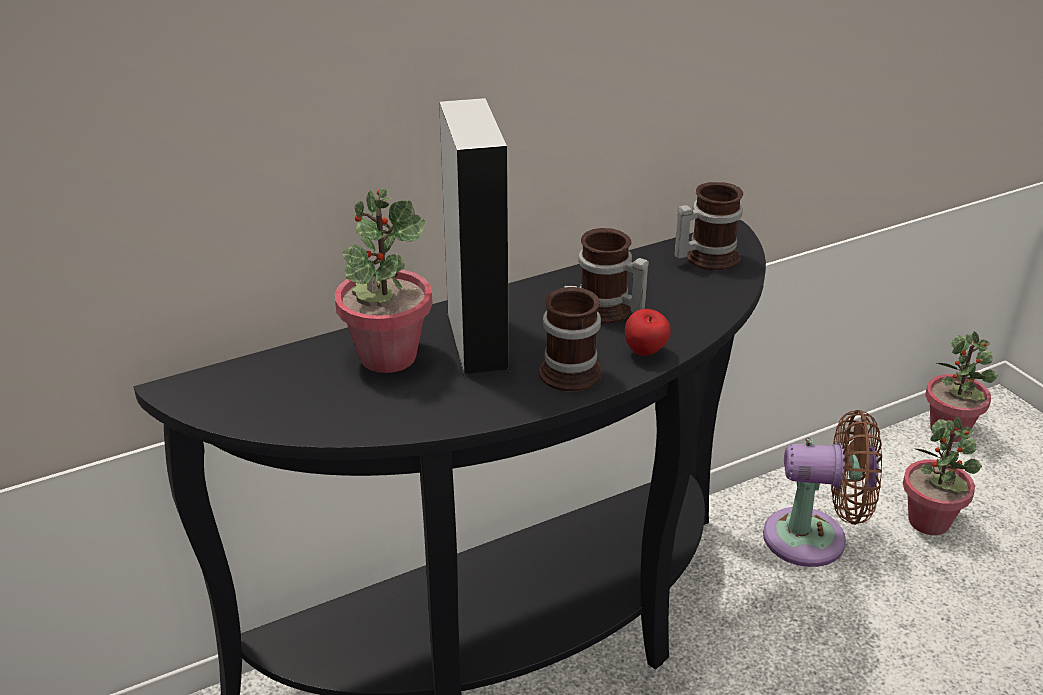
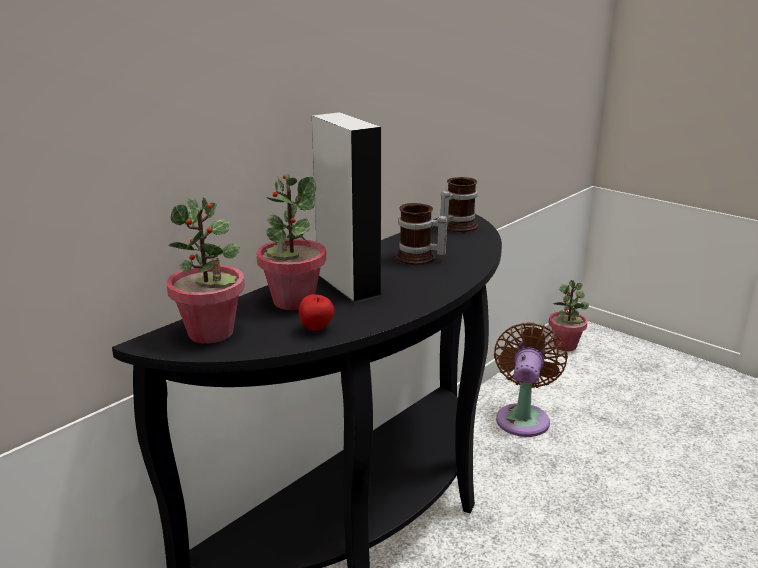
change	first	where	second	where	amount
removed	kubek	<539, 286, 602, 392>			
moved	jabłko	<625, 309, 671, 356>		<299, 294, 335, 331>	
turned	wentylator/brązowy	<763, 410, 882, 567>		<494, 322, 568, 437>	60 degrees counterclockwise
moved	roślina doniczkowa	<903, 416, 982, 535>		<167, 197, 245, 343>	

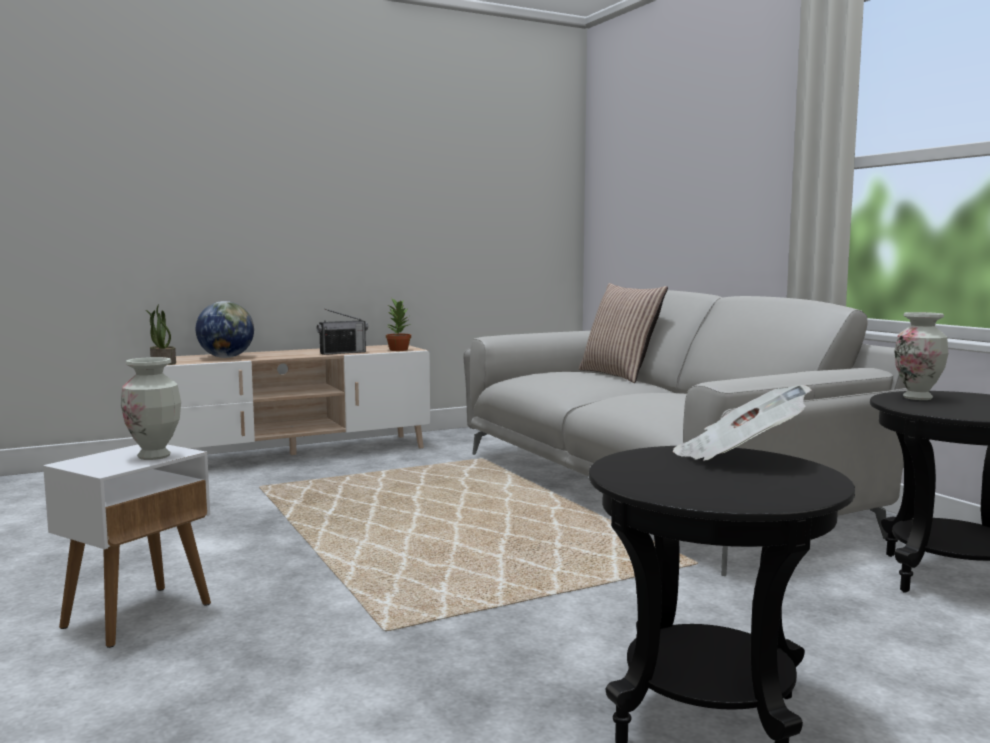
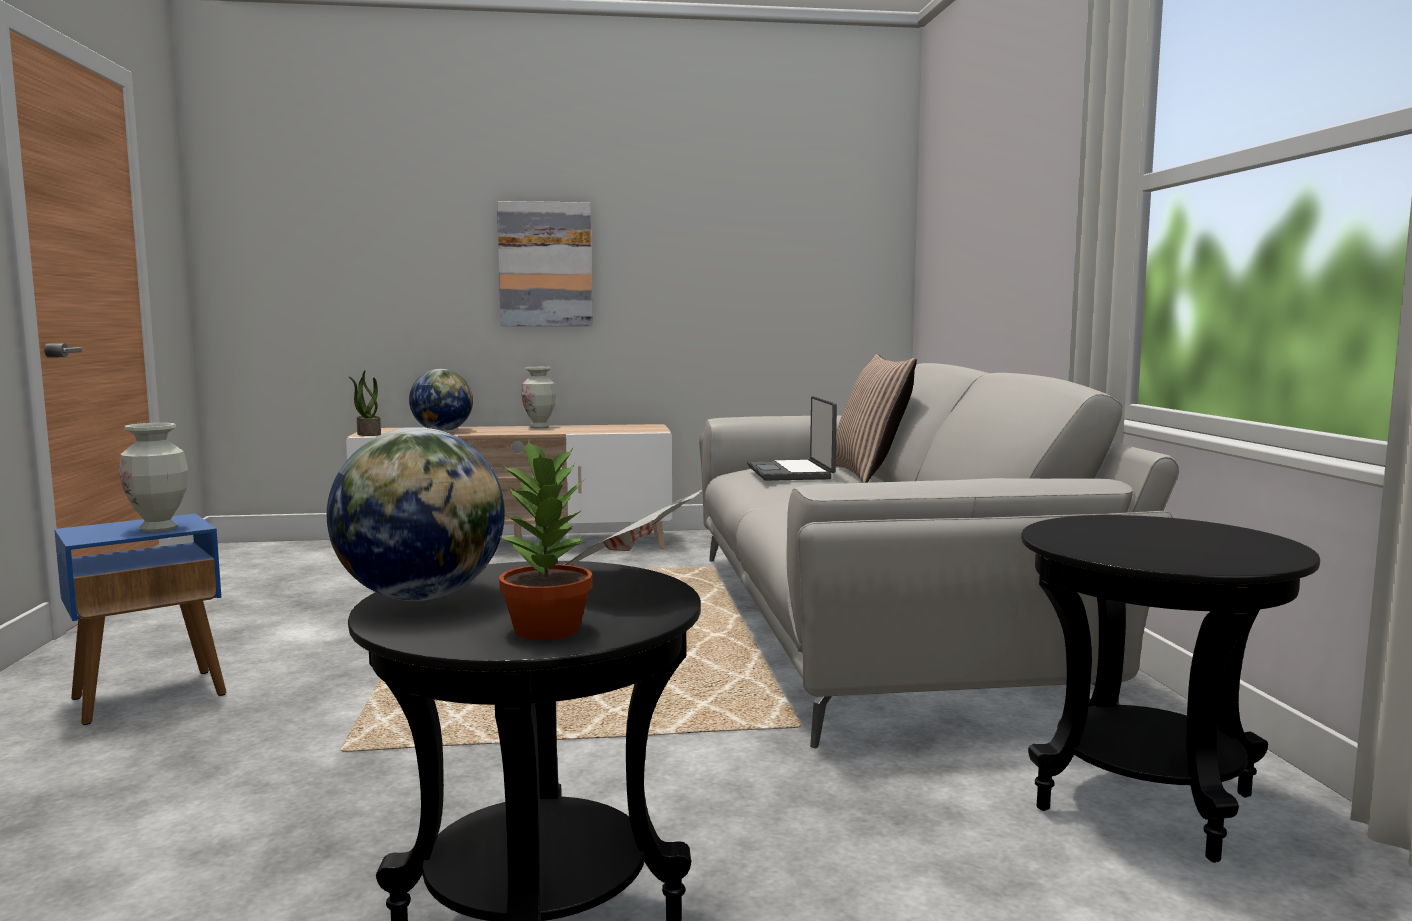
change	first	where	second	where	amount
recoloured	stolik/biały	<43, 445, 211, 648>	stolik/niebieski	<54, 514, 227, 725>	
removed	radio	<317, 309, 368, 355>			
moved	roślina doniczkowa	<386, 299, 411, 351>		<498, 439, 593, 640>	
moved	wazon	<894, 312, 948, 400>		<521, 367, 556, 428>	
added			globus	<327, 428, 505, 601>	
added			obraz	<497, 201, 593, 326>	
added			laptop	<747, 396, 837, 481>	

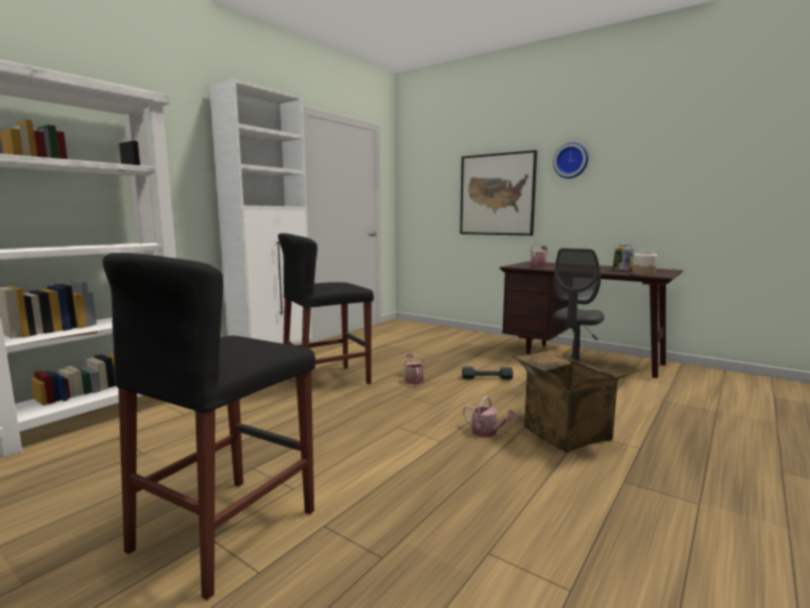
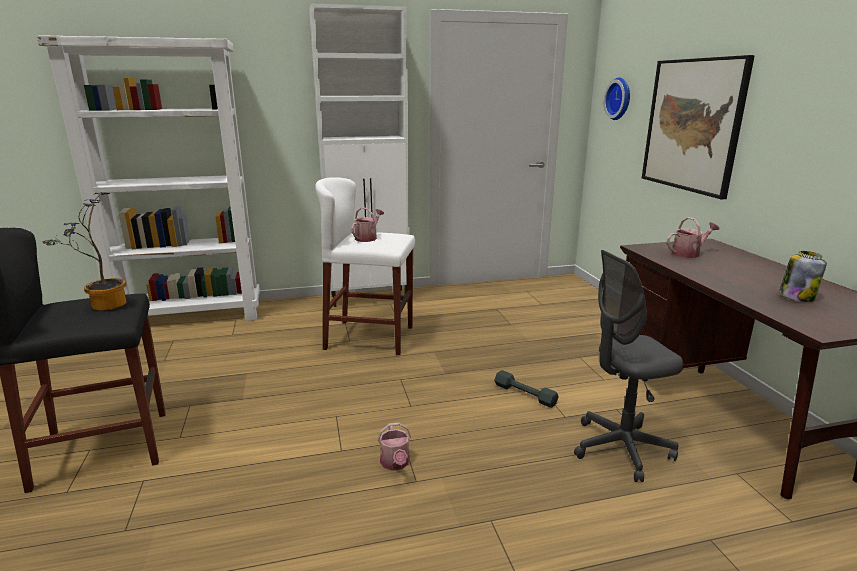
change	first	where	second	where	amount
recoloured	stołek/czarny	<278, 233, 374, 384>	stołek/biały	<315, 177, 415, 355>	
moved	konewka	<404, 354, 425, 384>		<351, 207, 384, 242>	
removed	karton	<511, 349, 640, 452>			
moved	zegar ścienny	<553, 142, 588, 179>		<604, 77, 630, 120>	
removed	słoik	<632, 251, 657, 276>			
added			roślina doniczkowa	<43, 192, 127, 311>	

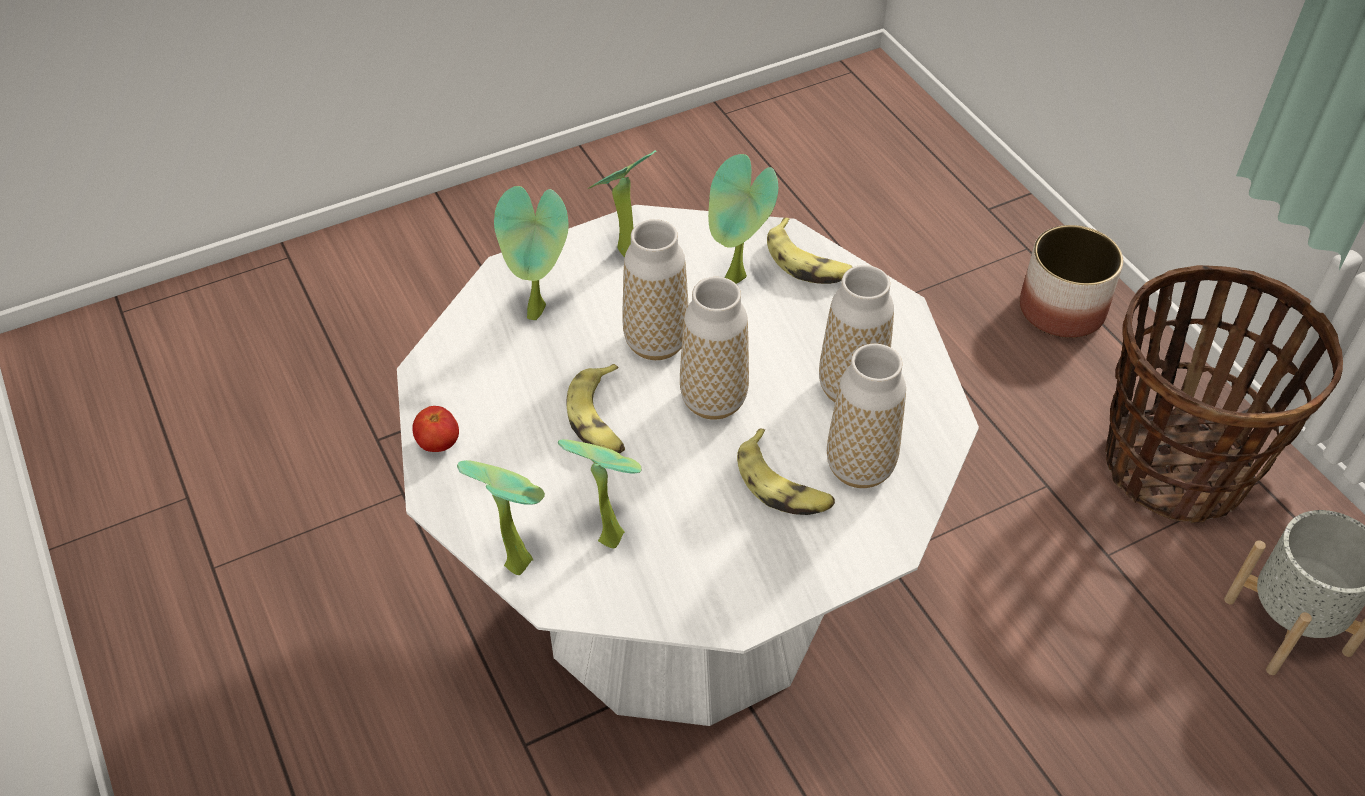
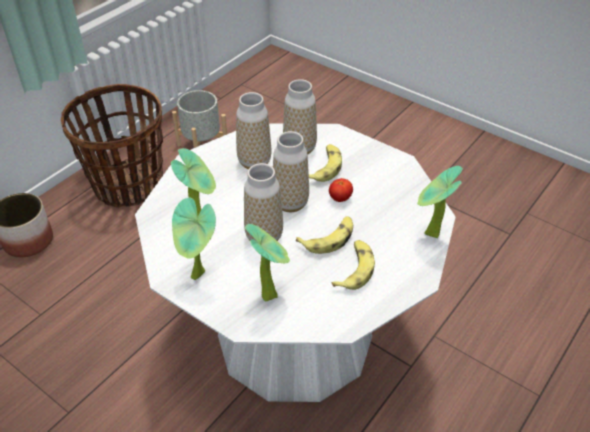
change	first	where	second	where	amount
moved	pomidor	<413, 406, 459, 452>		<329, 178, 353, 202>	
removed	roślina doniczkowa	<558, 439, 641, 549>			
moved	banan	<767, 217, 852, 284>		<331, 240, 375, 290>	

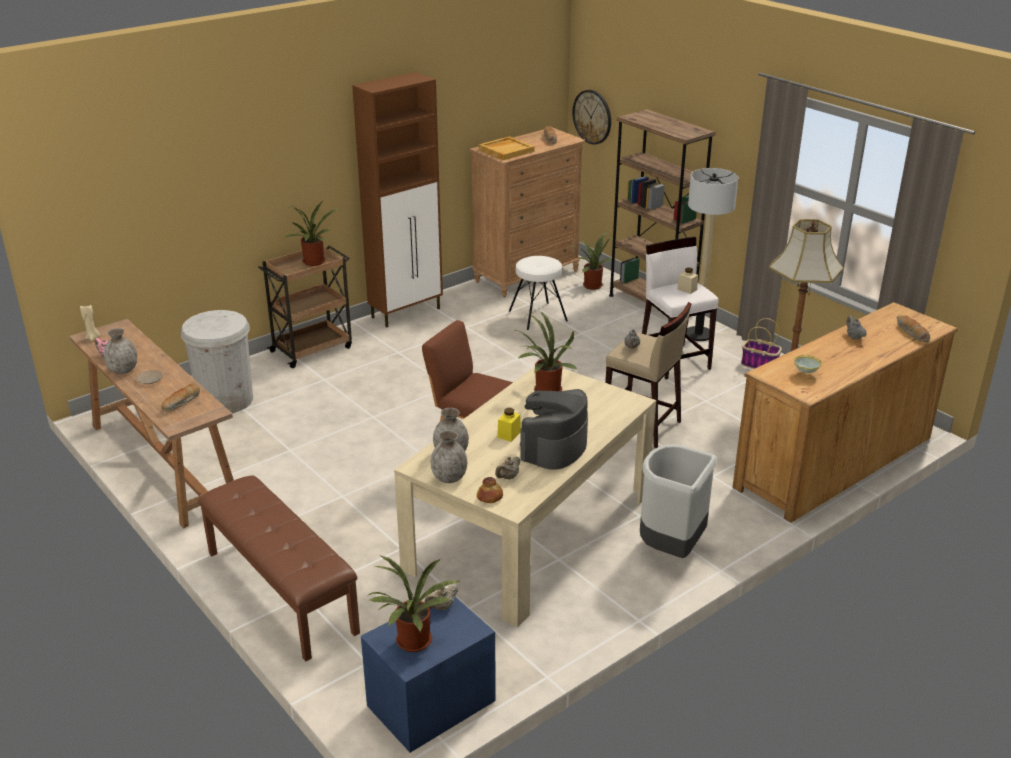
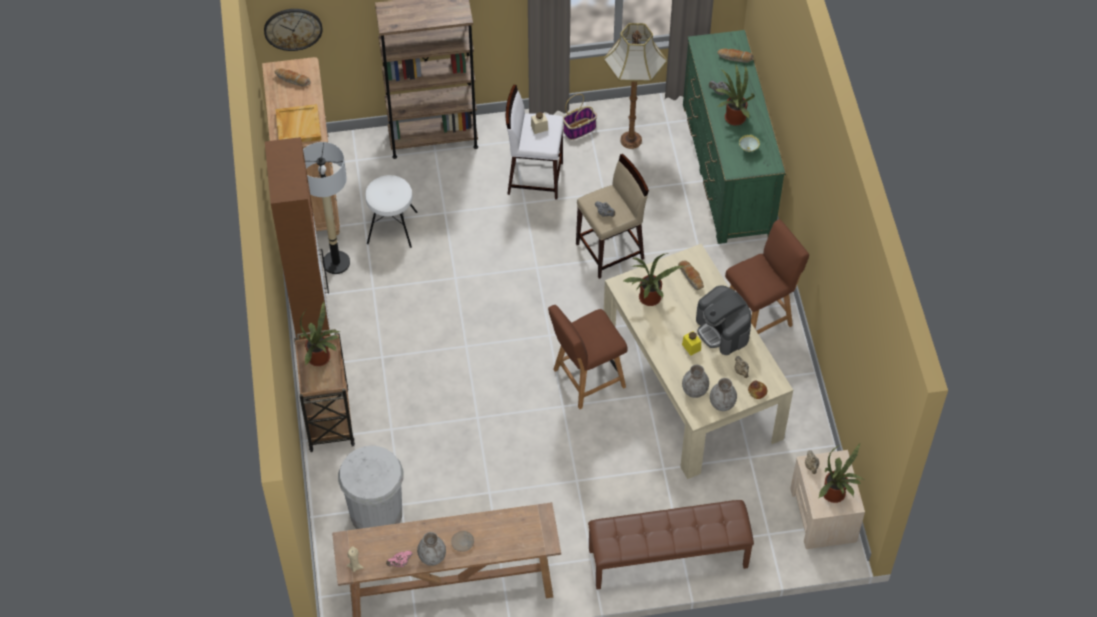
change	first	where	second	where	amount
moved	chleb	<161, 384, 200, 412>		<678, 260, 704, 290>	
recoloured	szafka nocna/niebieski	<361, 596, 496, 753>	szafka nocna/beżowy	<790, 450, 865, 549>	
moved	roślina doniczkowa	<572, 231, 613, 290>		<716, 64, 755, 126>	
replaced	kosz na śmieci/szary	<640, 444, 717, 558>	krzesło/brązowy	<725, 219, 809, 334>	
moved	lampa stojąca	<686, 168, 738, 341>		<303, 142, 350, 274>	
recoloured	komoda/brązowy	<732, 302, 958, 523>	komoda/zielony	<683, 30, 786, 244>	

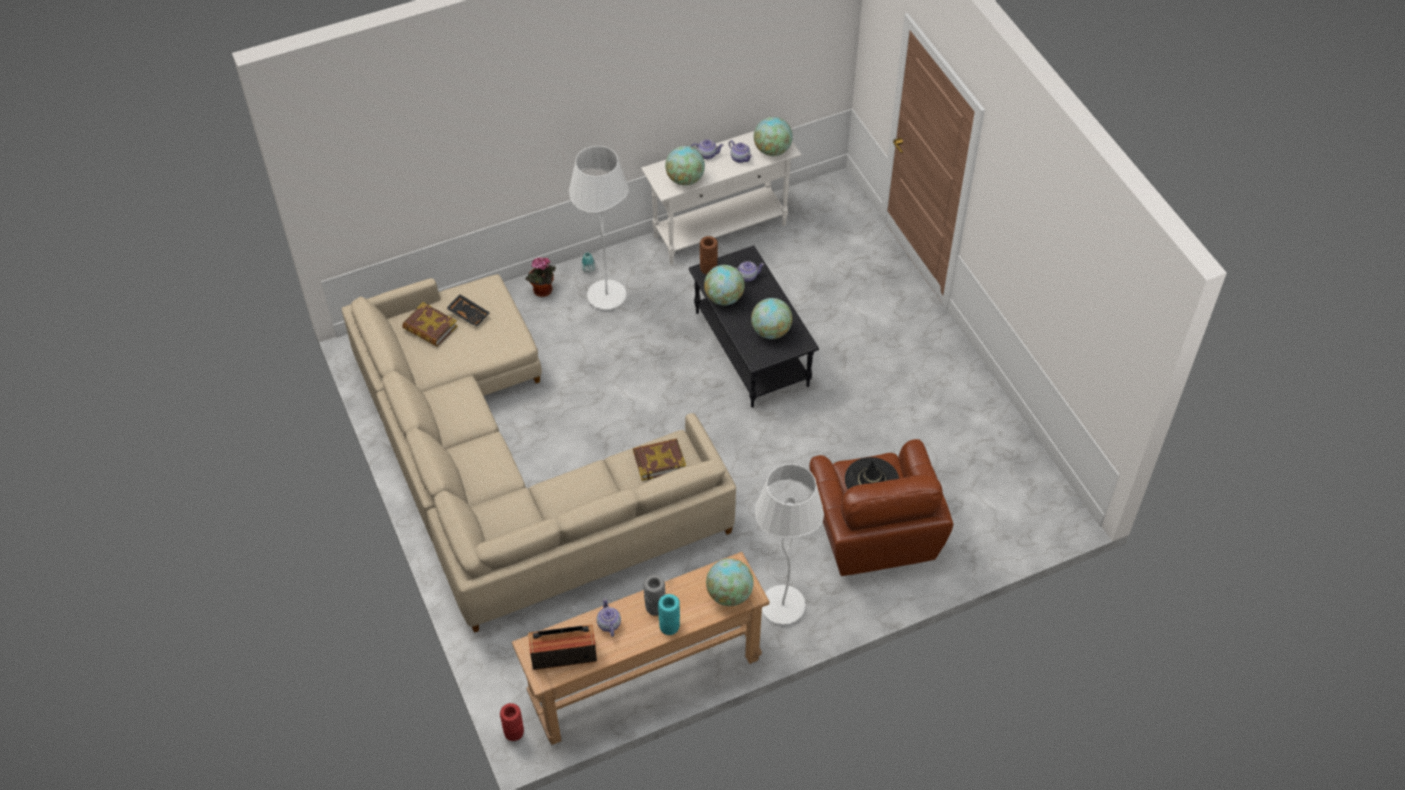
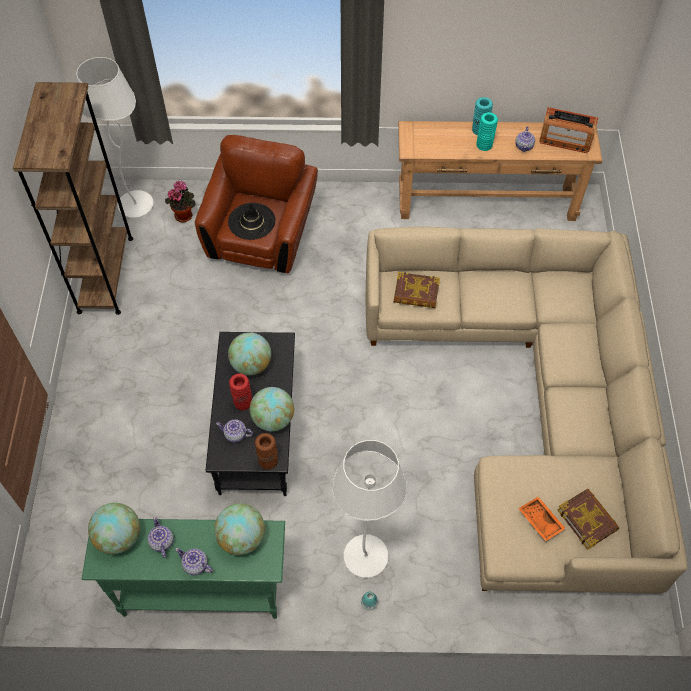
change	first	where	second	where	amount
recoloured	taca/czarny	<446, 294, 490, 327>	taca/pomarańczowy	<518, 497, 566, 541>	
moved	wazon/czerwony	<500, 703, 524, 741>		<229, 373, 252, 411>	
moved	roślina doniczkowa	<526, 257, 556, 297>		<165, 181, 195, 222>	
recoloured	stolik konsolowy/biały	<641, 131, 801, 264>	stolik konsolowy/zielony	<81, 519, 285, 619>	
recoloured	wazon/szary	<643, 575, 666, 616>	wazon/turkusowy	<476, 112, 498, 151>	
removed	globus	<706, 559, 754, 606>			
moved	lampa stojąca/biały	<755, 464, 824, 624>		<76, 57, 154, 218>	
added			regał/brązowy	<13, 82, 133, 315>	

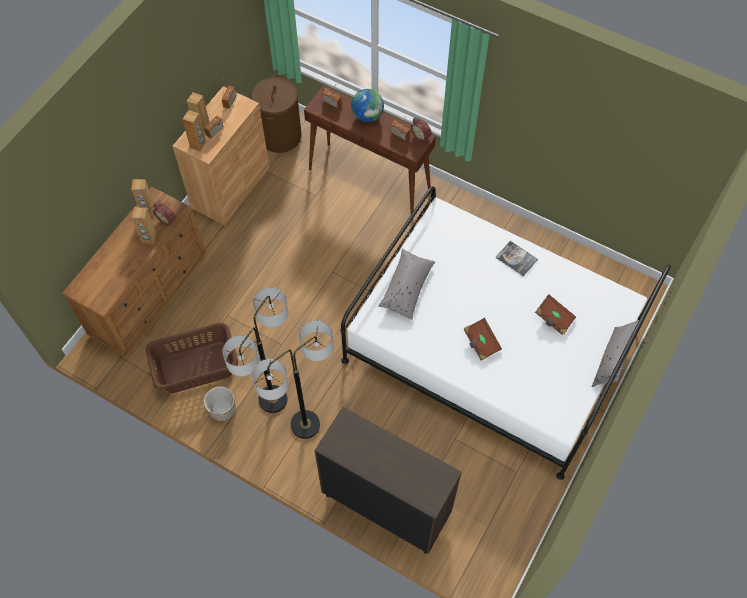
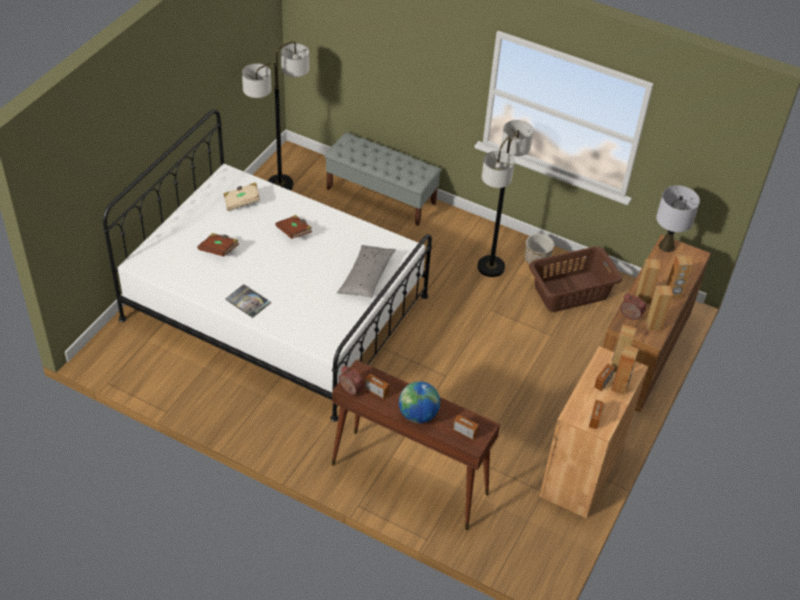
change	first	where	second	where	amount
removed	kosz na pranie/brązowy	<251, 75, 302, 153>			
moved	lampa stojąca	<252, 320, 334, 439>		<242, 41, 309, 190>	
replaced	szafka/brązowy	<314, 407, 462, 554>	ławka/szary	<324, 132, 441, 226>	
removed	poduszka/szary	<592, 320, 639, 387>			
added			książka/beżowy	<224, 182, 260, 211>	
added			lampa stołowa/szary	<656, 185, 700, 252>	
added			głośnik/brązowy	<666, 255, 692, 299>	

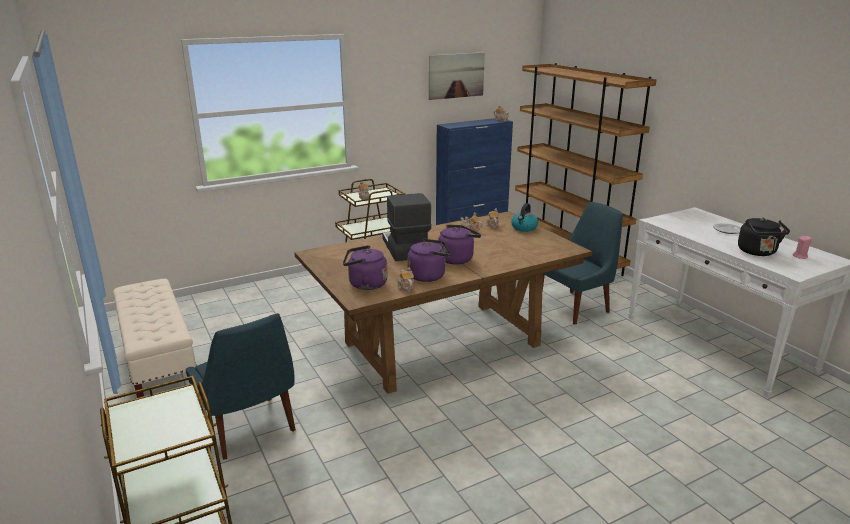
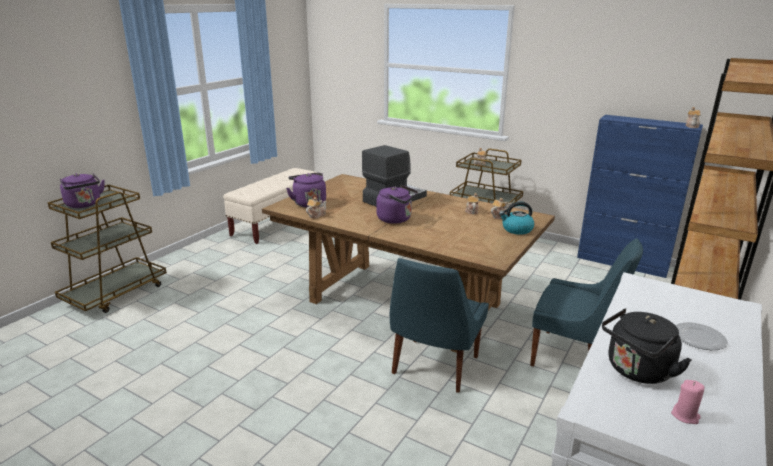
change	first	where	second	where	amount
moved	krzesło/niebieski	<185, 313, 296, 460>		<390, 258, 489, 393>	
moved	czajnik/fioletowy	<407, 238, 451, 282>		<60, 173, 105, 208>	
removed	obraz	<429, 52, 485, 100>			

